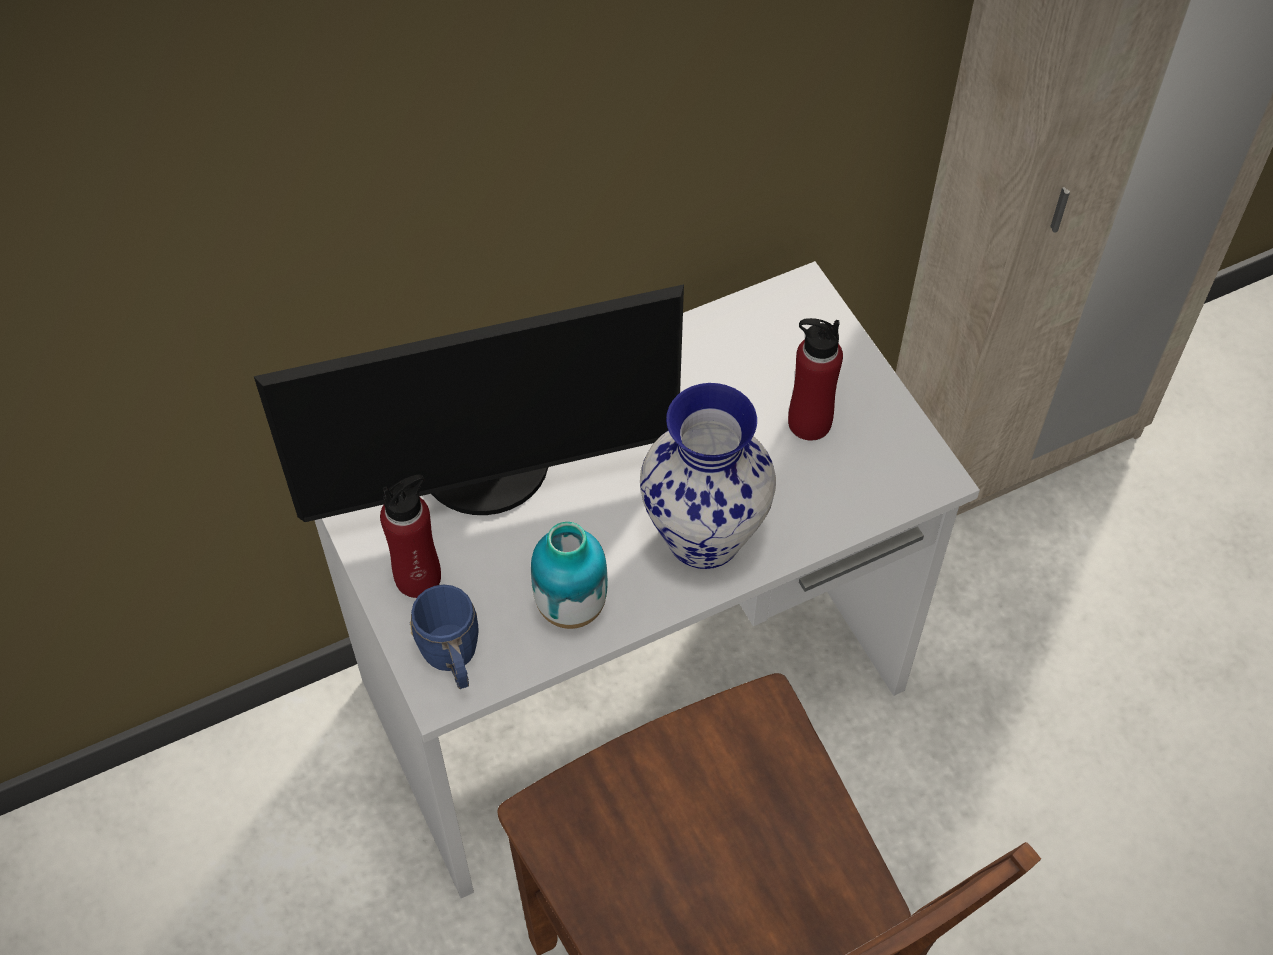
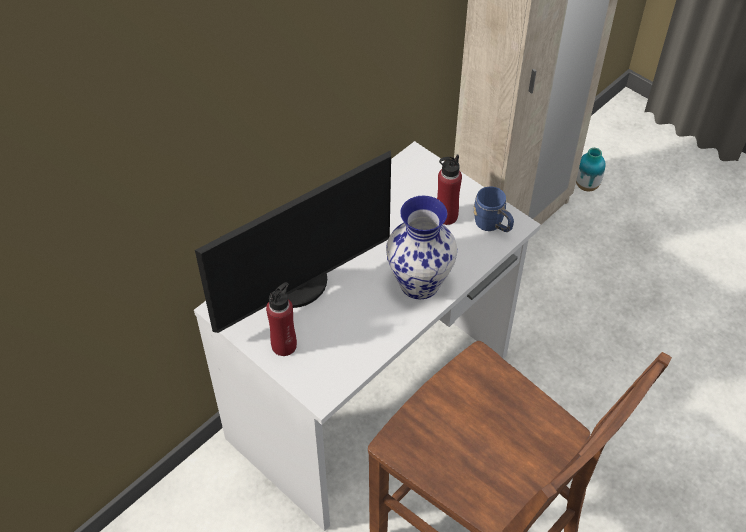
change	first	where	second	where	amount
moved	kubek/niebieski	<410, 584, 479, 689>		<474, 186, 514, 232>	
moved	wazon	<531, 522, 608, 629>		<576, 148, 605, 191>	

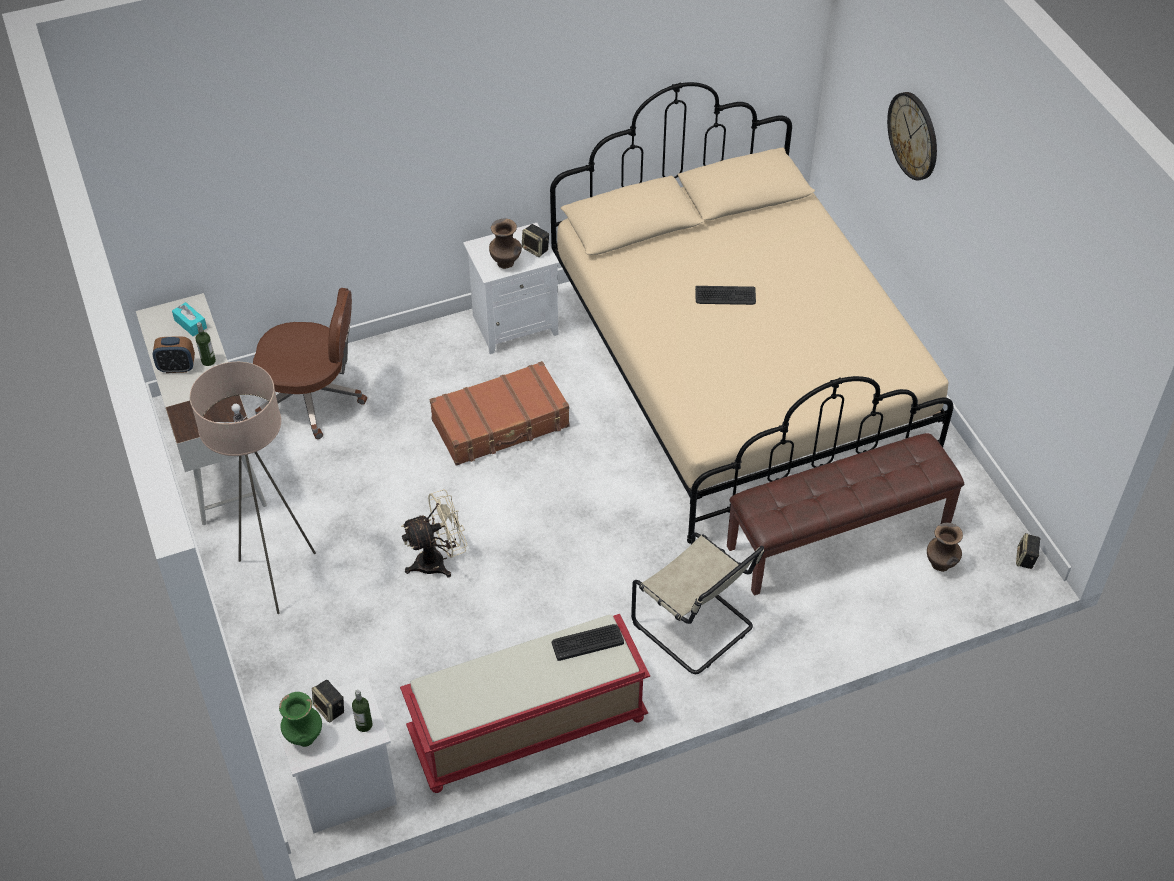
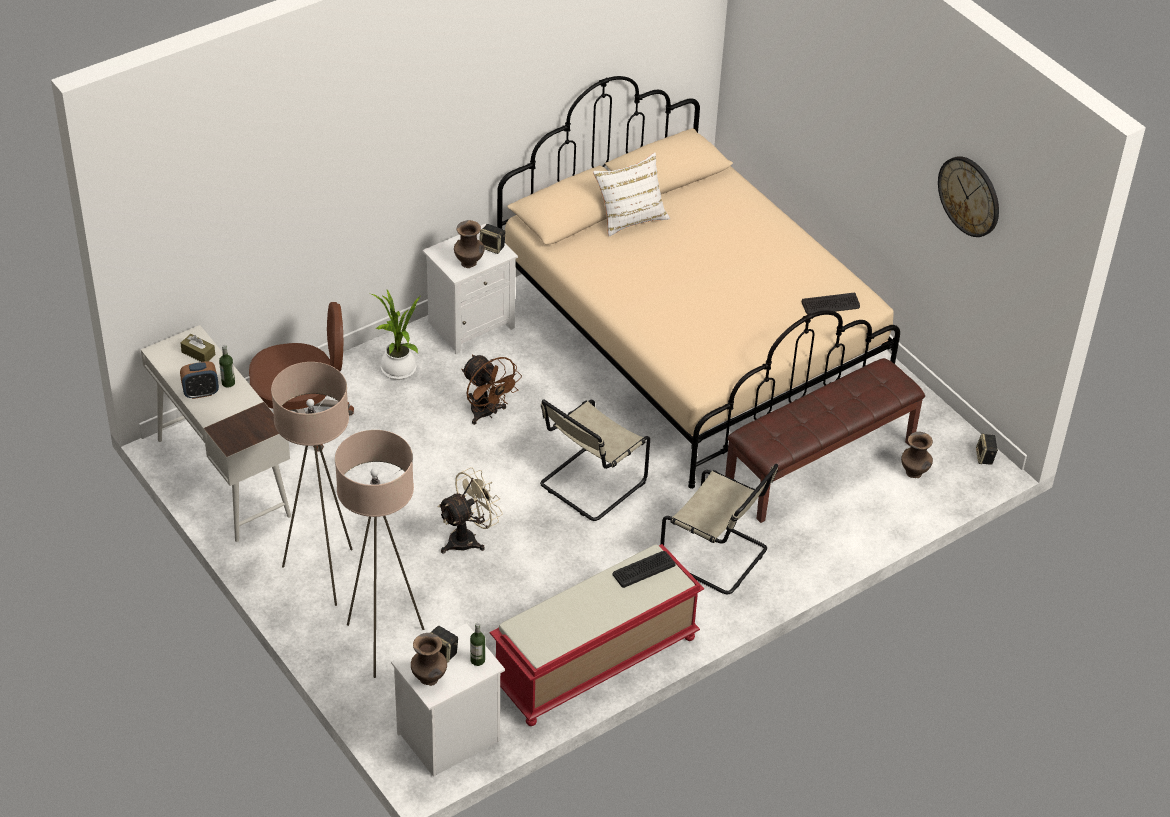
change	first	where	second	where	amount
recoloured	pudełko chusteczek/turkusowy	<172, 302, 207, 336>	pudełko chusteczek/brązowy	<180, 334, 215, 362>	
recoloured	wazon/zielony	<279, 692, 322, 747>	wazon/brązowy	<411, 633, 447, 686>	
replaced	walizka/brązowy	<429, 361, 570, 466>	wentylator/brązowy	<461, 354, 522, 425>	
moved	klawiatura	<695, 286, 756, 305>		<802, 293, 860, 314>	
moved	zegar ścienny	<887, 92, 937, 180>		<938, 156, 999, 237>	
added			lampa stojąca/beżowy	<335, 430, 424, 678>	
added			roślina doniczkowa	<372, 290, 420, 380>	
added			krzesło/beżowy	<540, 399, 650, 521>	
added			poduszka/biały	<593, 153, 670, 236>	

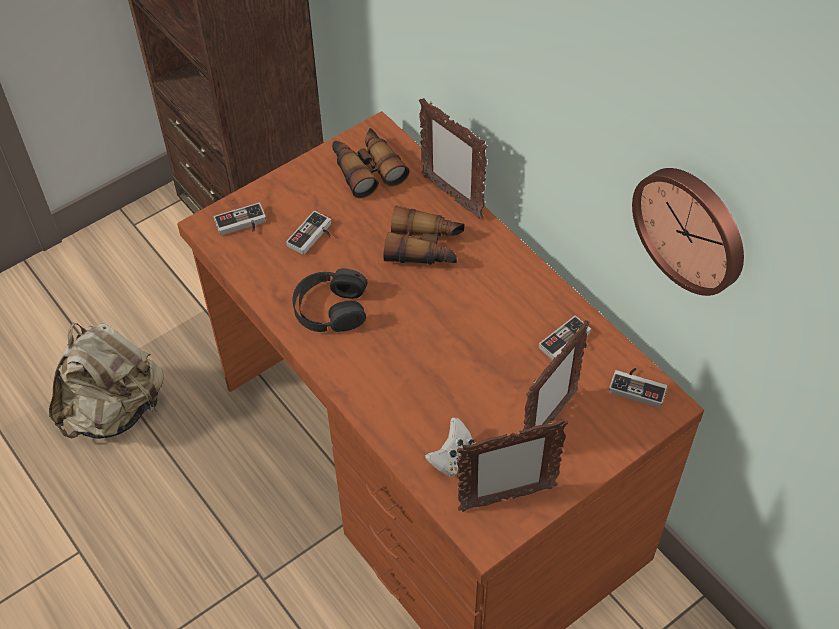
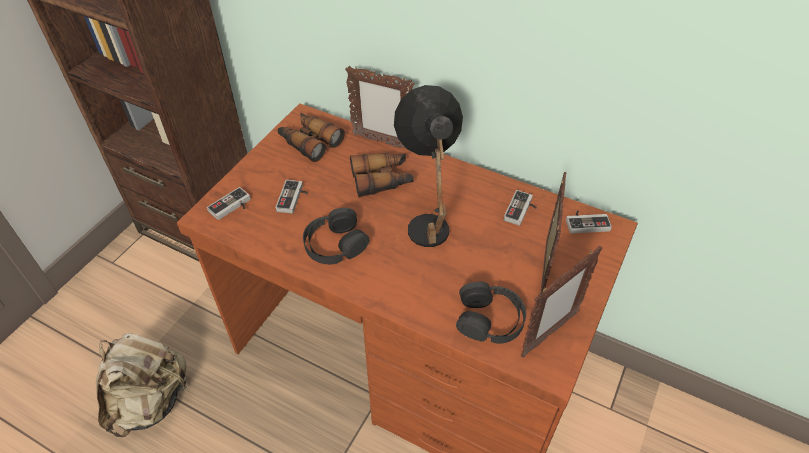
change	first	where	second	where	amount
replaced	pad do gier/biały	<425, 418, 474, 477>	słuchawki/czarny	<456, 282, 526, 344>	
removed	zegar ścienny	<632, 168, 744, 296>			
added			lampa stołowa/czarny	<394, 85, 463, 247>	

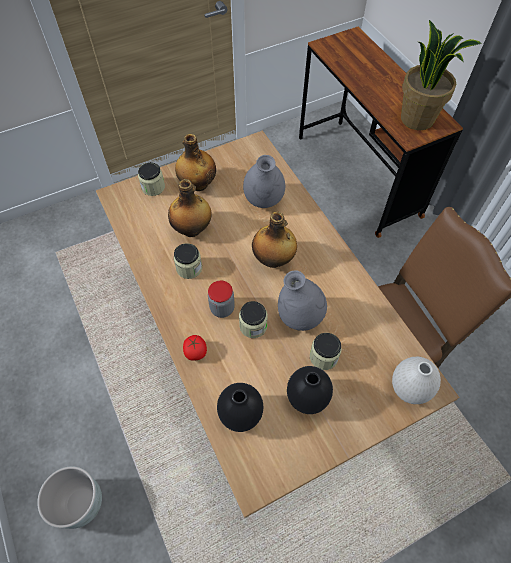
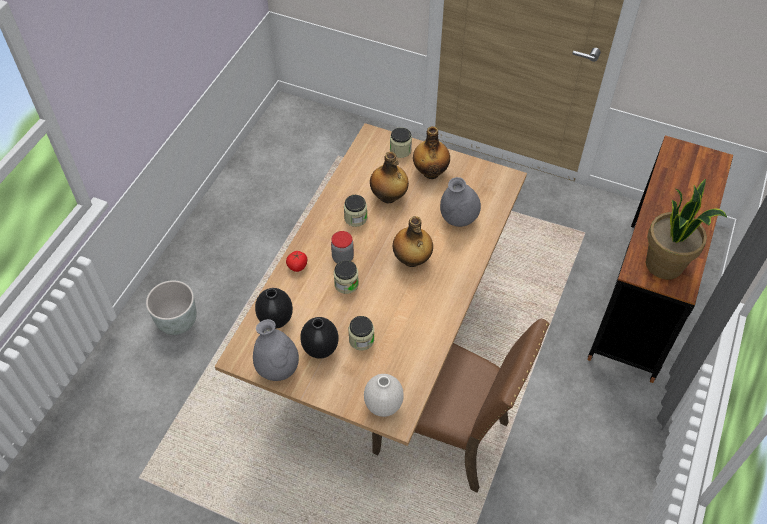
change	first	where	second	where	amount
moved	wazon/szary	<278, 270, 327, 331>		<253, 319, 299, 381>	

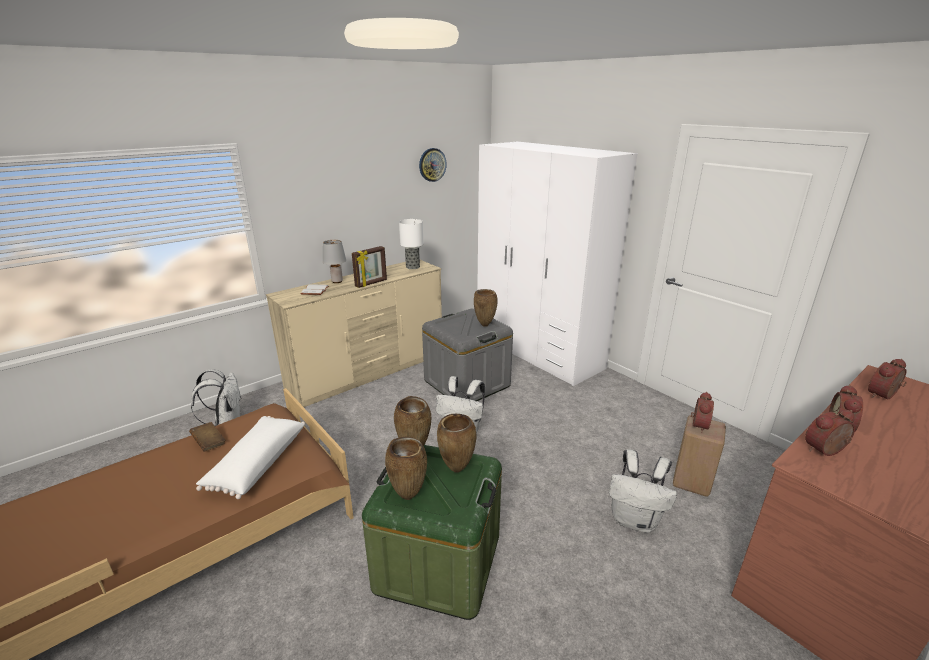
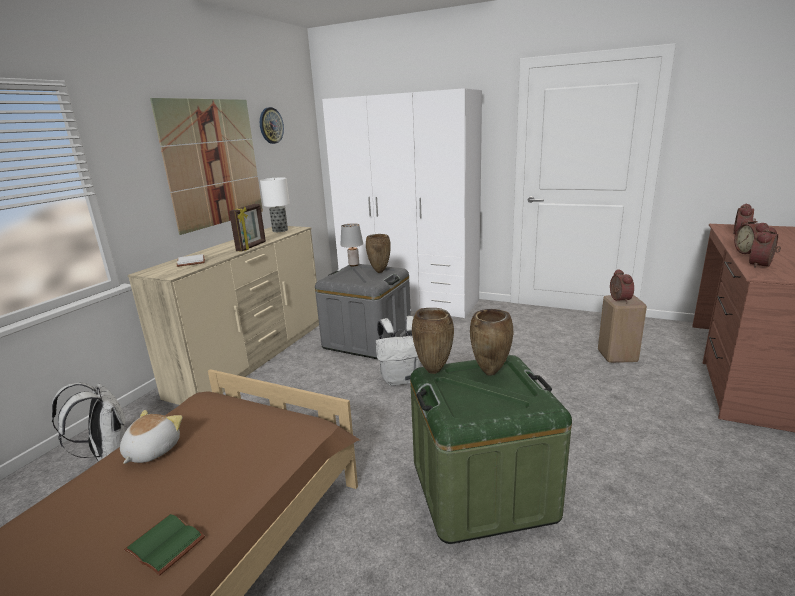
change	first	where	second	where	amount
replaced	książka/brązowy	<189, 422, 226, 451>	pluszak	<120, 410, 183, 464>	
removed	poduszka/biały	<196, 416, 305, 499>			
moved	lampa stołowa/szary	<323, 240, 346, 283>		<341, 223, 363, 266>	
removed	wazon/brązowy	<385, 437, 427, 500>			
removed	plecak/biały	<609, 449, 677, 533>			
added			książka/zielony	<124, 514, 205, 576>	
added			obraz	<150, 98, 263, 235>	

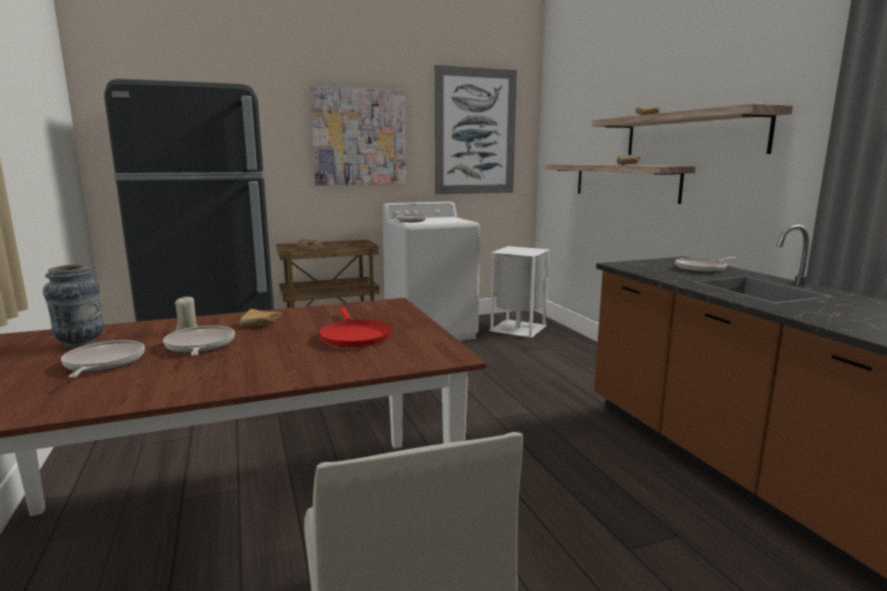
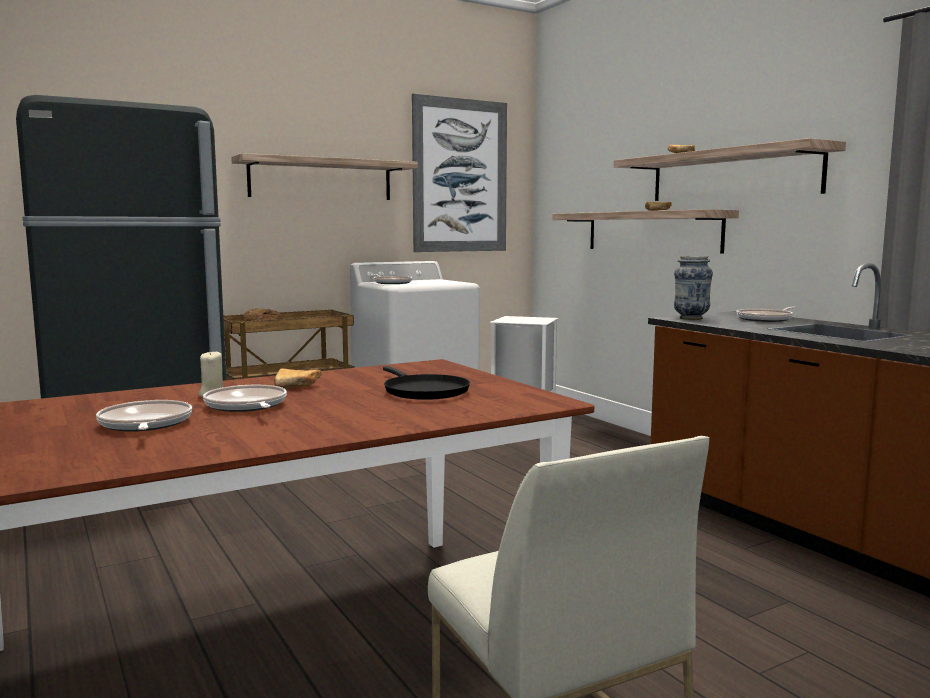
change	first	where	second	where	amount
moved	wazon	<43, 264, 104, 349>		<674, 256, 713, 320>	
replaced	obraz	<310, 86, 406, 185>	półka	<231, 153, 418, 200>	
recoloured	patelnia/czerwony	<318, 308, 392, 347>	patelnia/czarny	<383, 366, 470, 400>	

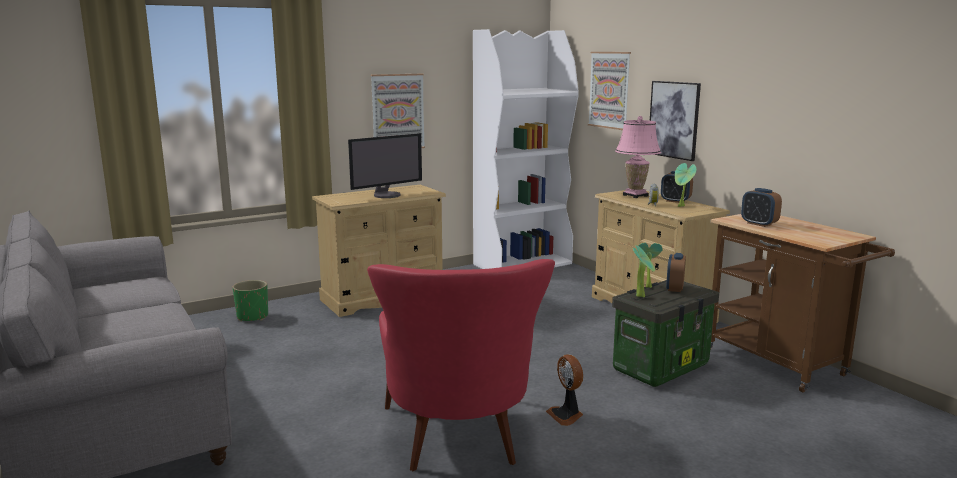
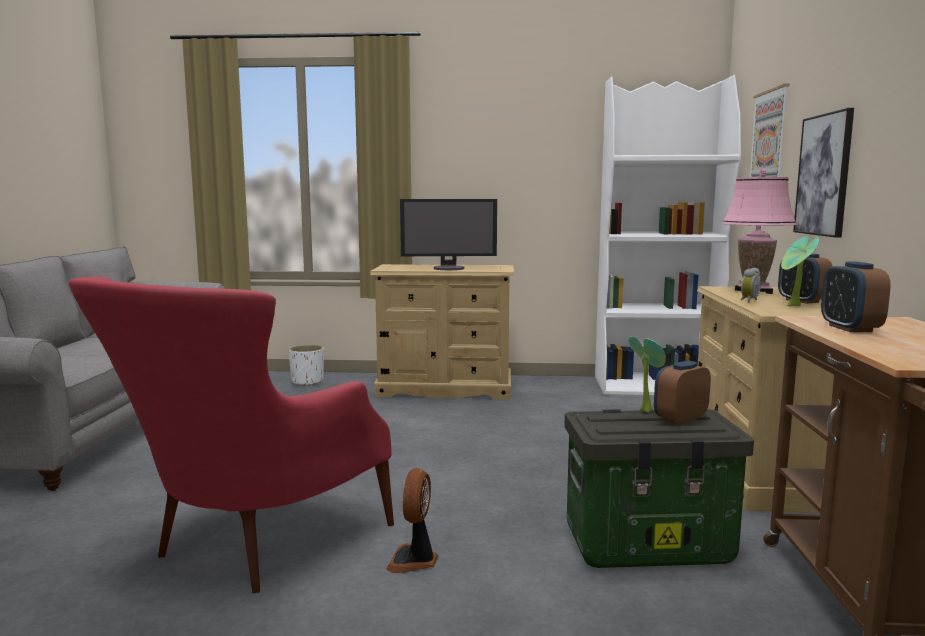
change	first	where	second	where	amount
recoloured	donica/zielony	<233, 280, 268, 322>	donica/biały	<289, 344, 324, 386>	
removed	obraz	<371, 74, 425, 148>			
removed	roślina doniczkowa	<633, 245, 655, 297>			

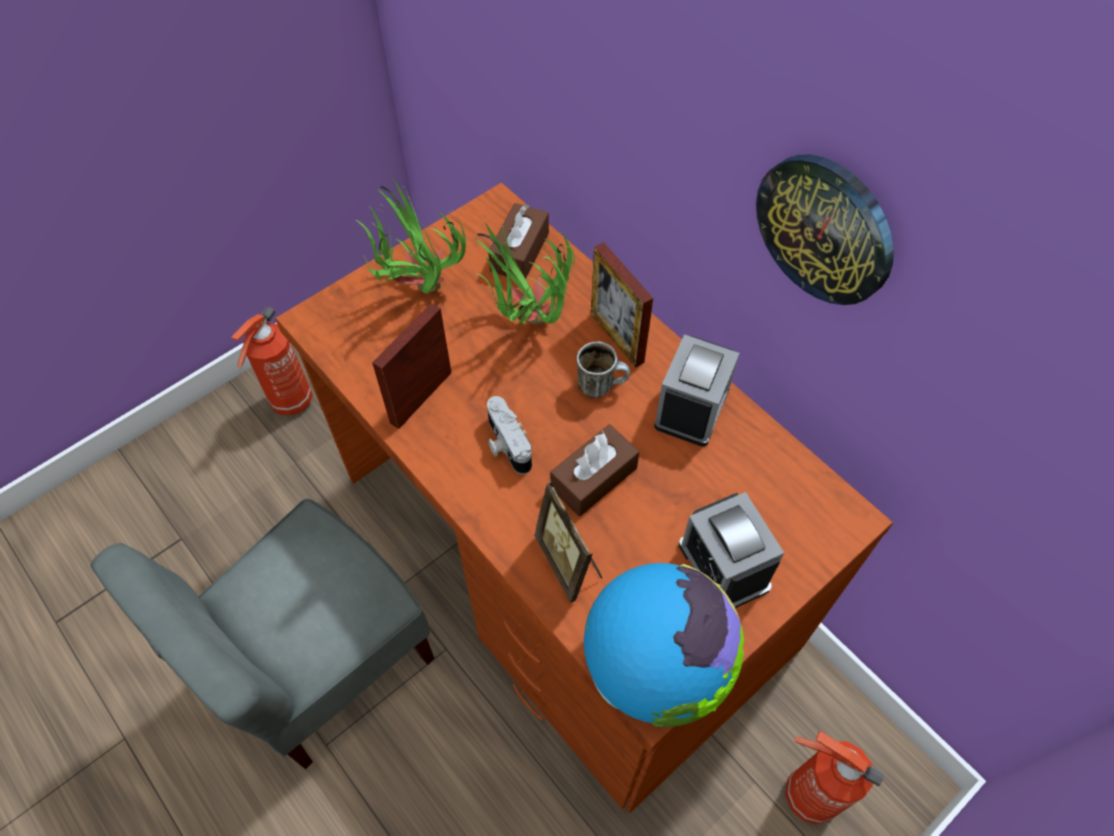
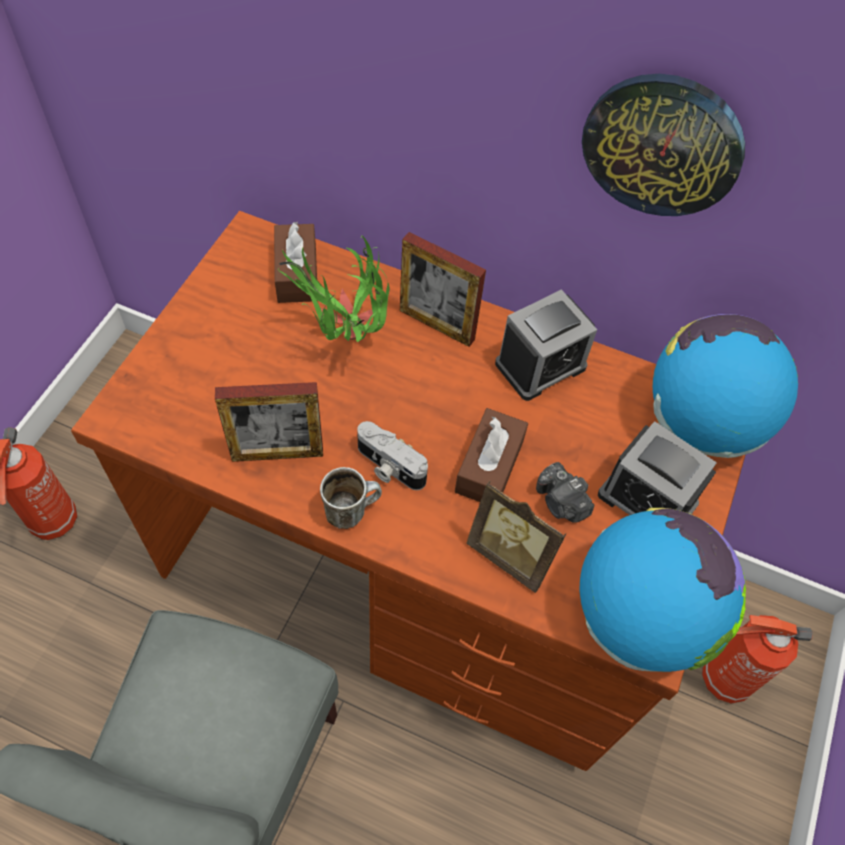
change	first	where	second	where	amount
removed	roślina doniczkowa	<355, 178, 466, 294>			
turned	ramka na zdjęcie	<372, 303, 452, 429>		<215, 382, 323, 462>	105 degrees counterclockwise
moved	kubek	<577, 341, 630, 398>		<320, 467, 382, 529>	
turned	budzik	<654, 334, 739, 447>		<495, 289, 597, 401>	60 degrees clockwise
added			aparat fotograficzny	<536, 462, 594, 523>	
added			globus	<653, 314, 798, 458>	

